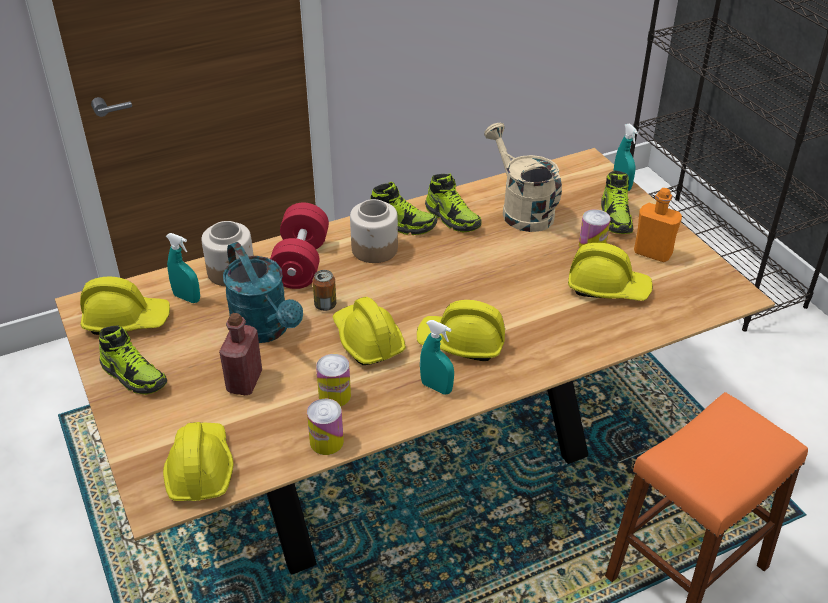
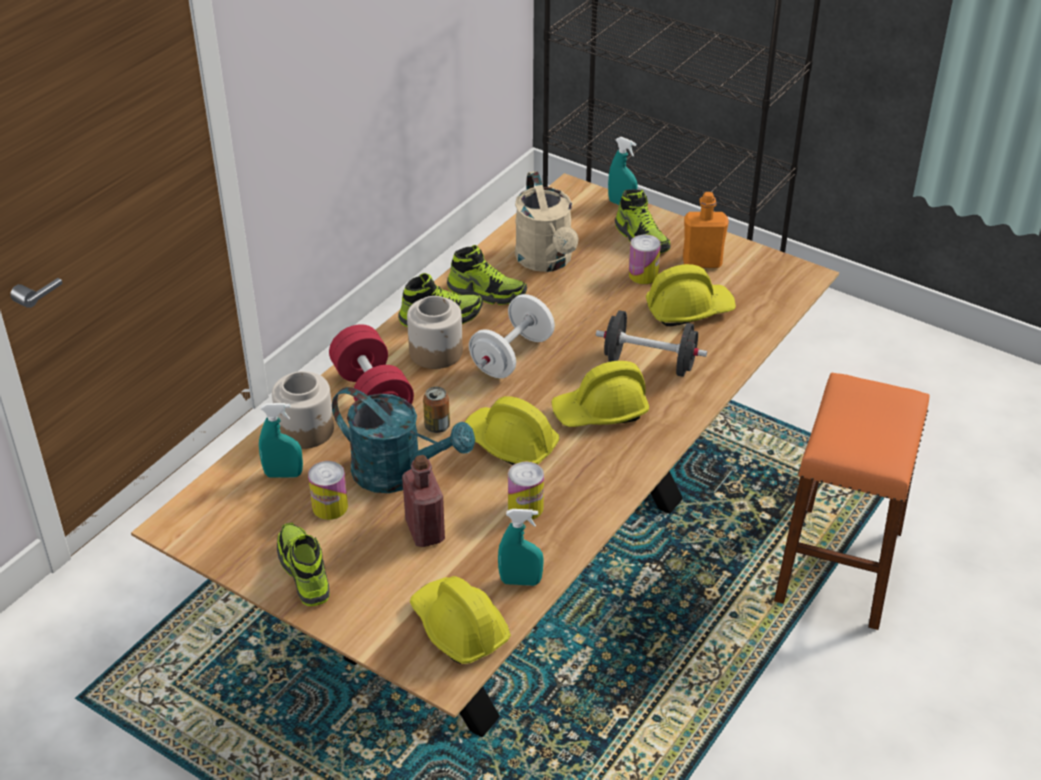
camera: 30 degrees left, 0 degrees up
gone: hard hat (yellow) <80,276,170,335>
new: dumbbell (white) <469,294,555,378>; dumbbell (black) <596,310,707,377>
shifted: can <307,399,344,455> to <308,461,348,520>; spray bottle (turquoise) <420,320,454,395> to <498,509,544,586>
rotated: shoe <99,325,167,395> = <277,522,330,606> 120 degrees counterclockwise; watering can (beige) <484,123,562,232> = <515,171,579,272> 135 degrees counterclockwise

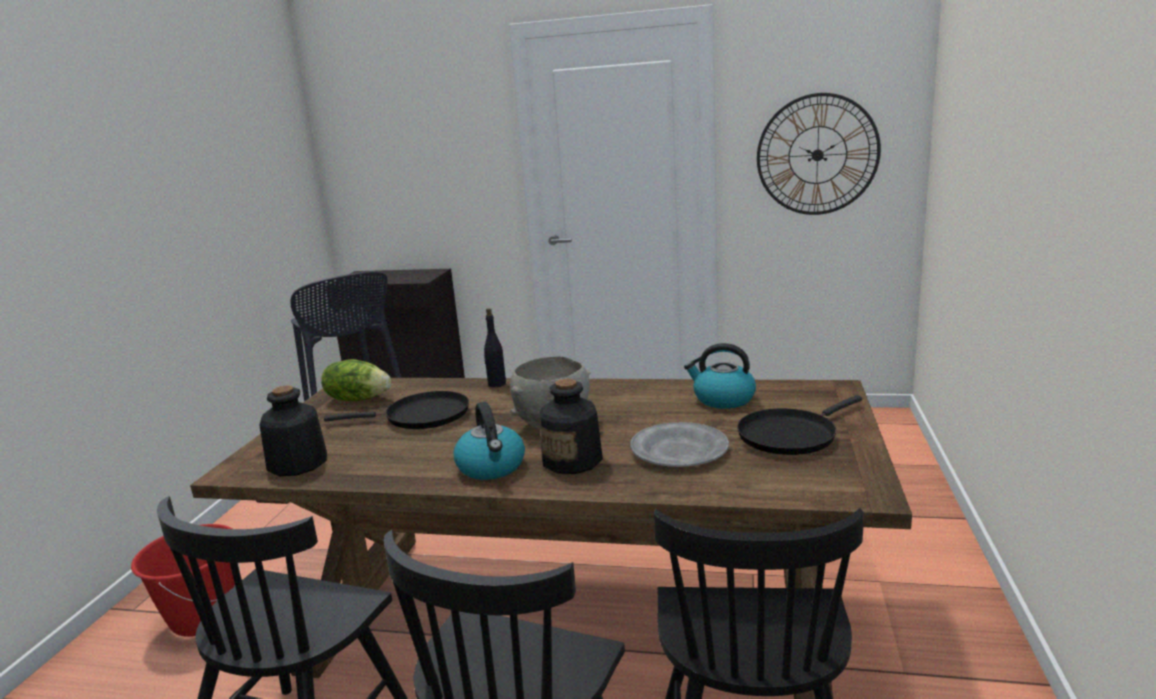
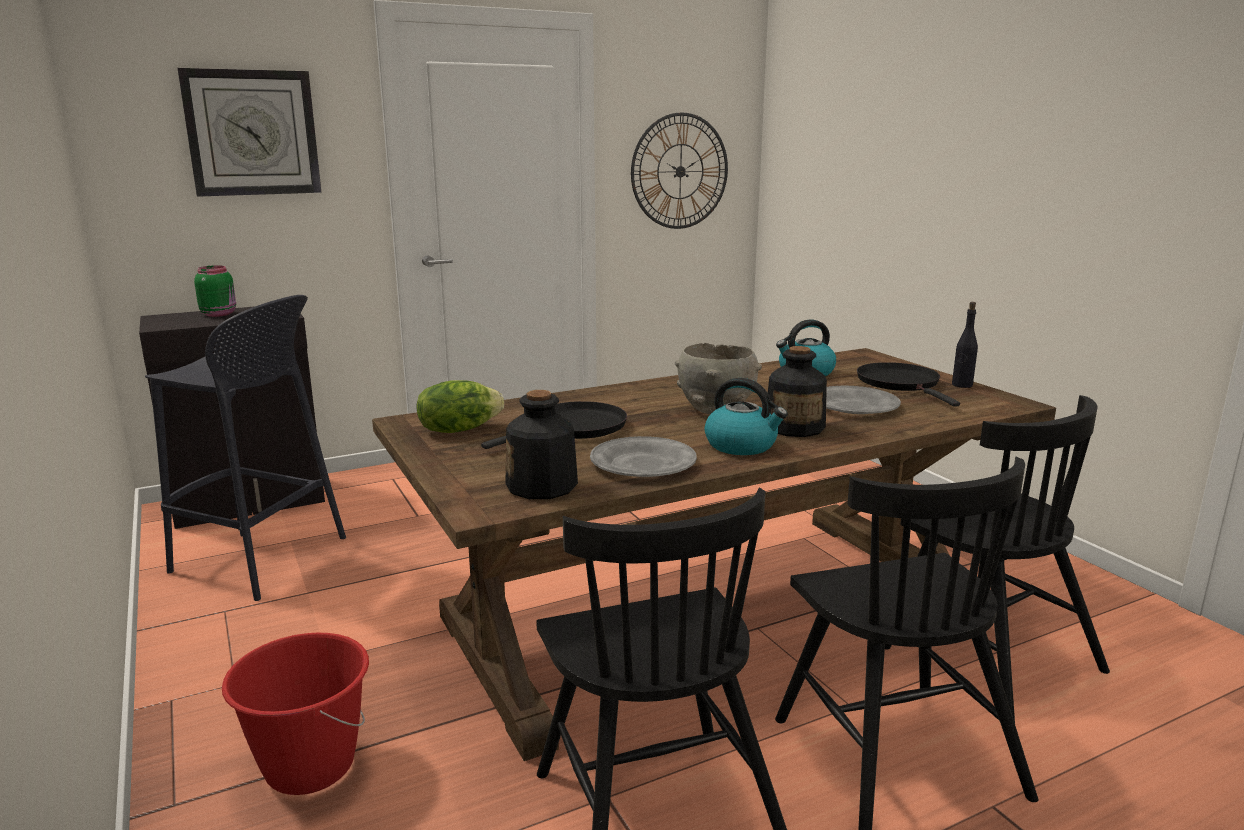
camera: 40 degrees left, 0 degrees up
new: wall clock <177,68,321,197>; jar (green) <194,265,236,317>; plate (grey) <590,436,697,477>
shifted: bottle (black) <484,308,506,387> to <952,302,978,388>
rotated: frying pan (black) <737,395,862,455> = <857,362,960,407> 150 degrees clockwise

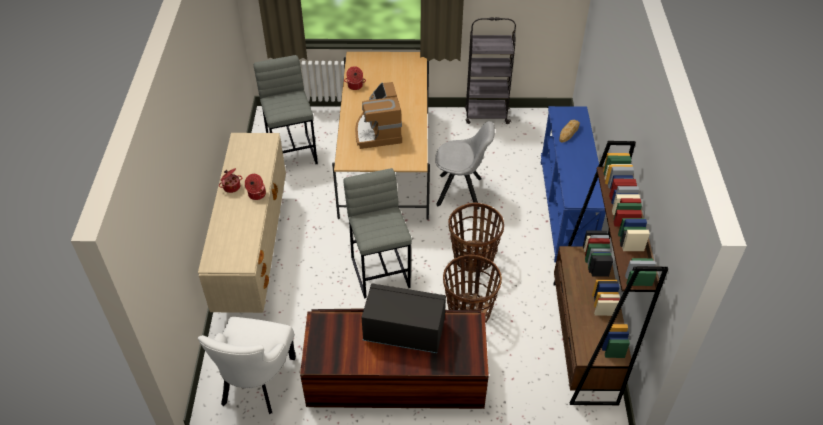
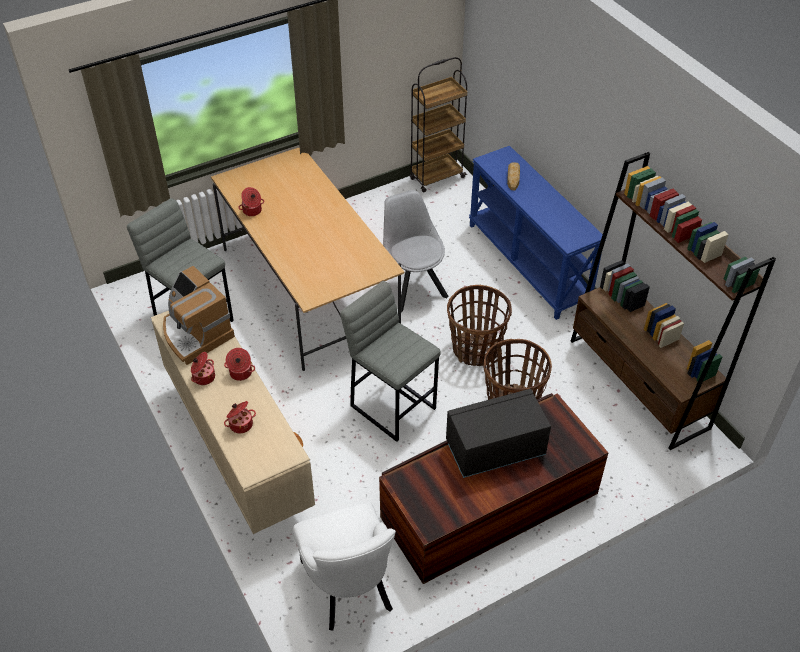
camera: 30 degrees left, 0 degrees up
gone: cart (grey) <465,17,516,124>
new: cooking pot <224,401,256,433>; cart (brown) <409,57,467,193>
shifted: coffee machine <355,82,402,149> to <163,266,235,365>
rotated: chair (grey) <435,121,495,210> = <383,190,448,313> 90 degrees counterclockwise

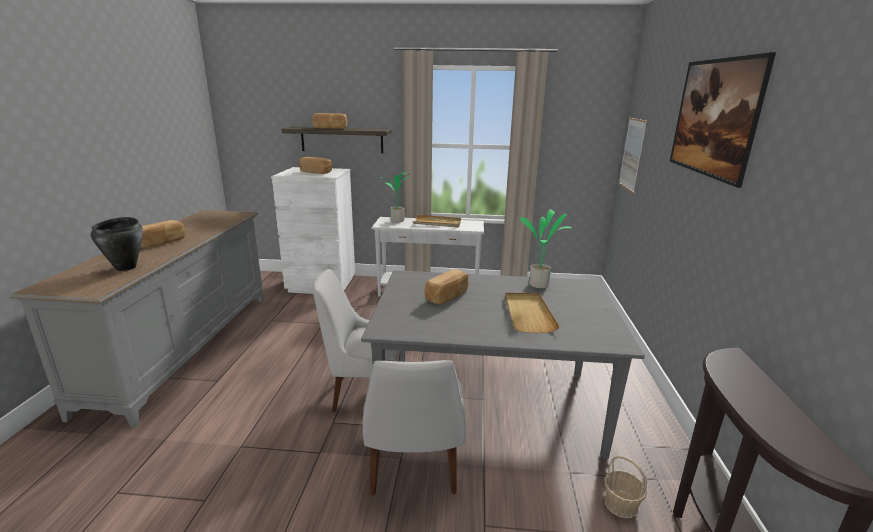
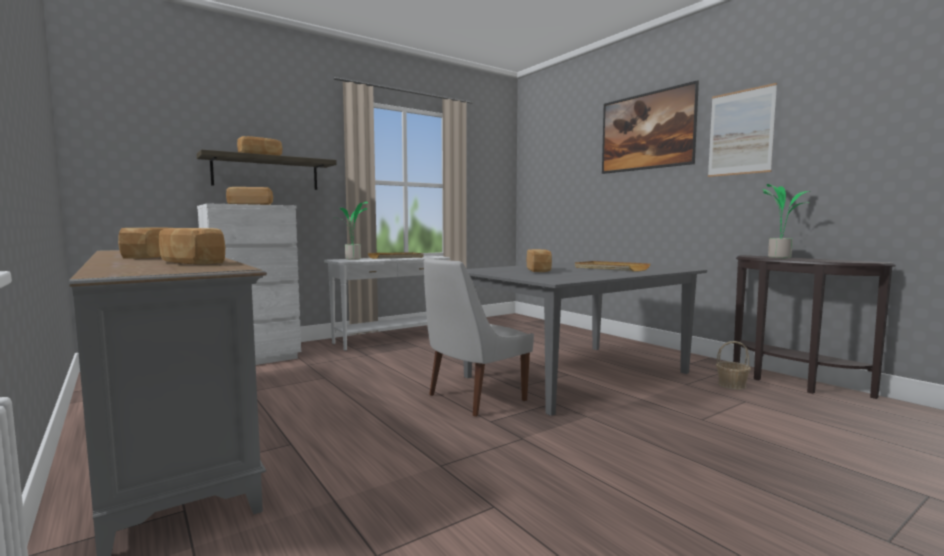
camera: 40 degrees left, 15 degrees down
gone: chair (white) <363,360,466,496>
shifted: picture <619,118,647,194> to <708,83,777,177>; potted plant <520,209,571,288> to <762,184,811,258>
swapped: cooking pot (black) <91,217,143,271> to bread <159,228,225,265>

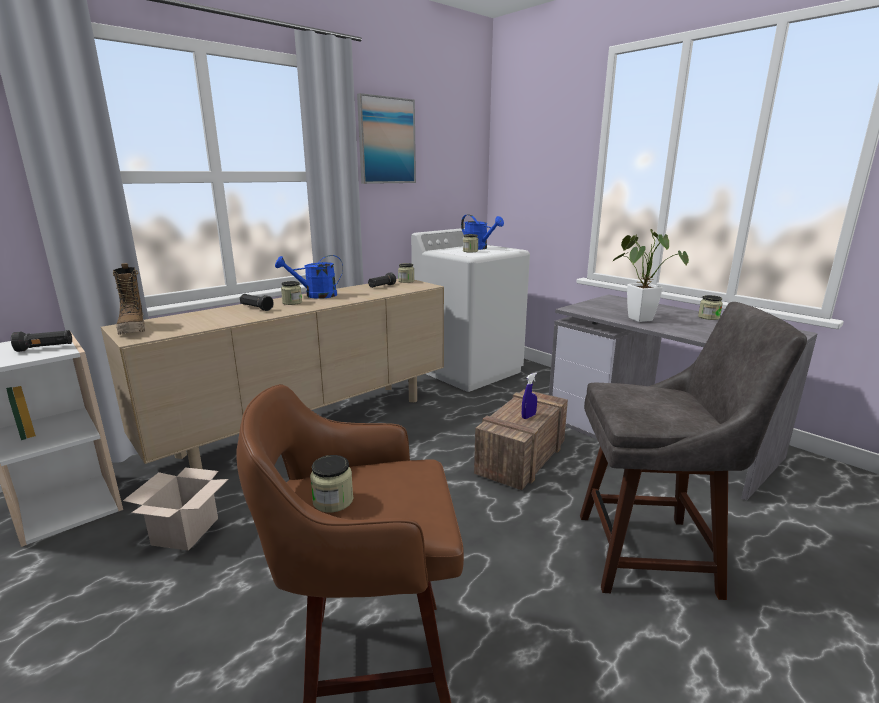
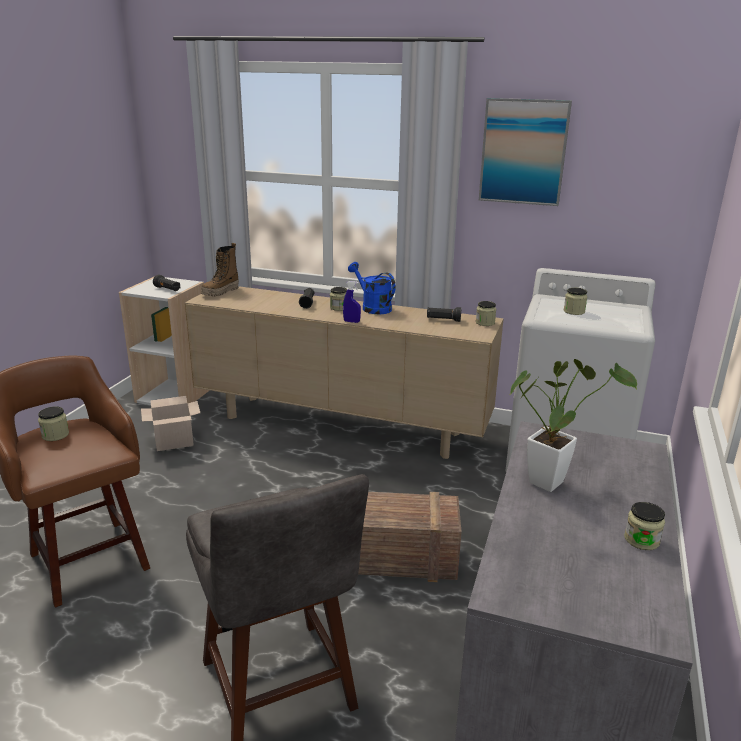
camera: 60 degrees right, 5 degrees up
gone: watering can (blue) <461,215,504,250>
shifted: spray bottle (blue) <522,373,537,419> to <343,281,361,323>

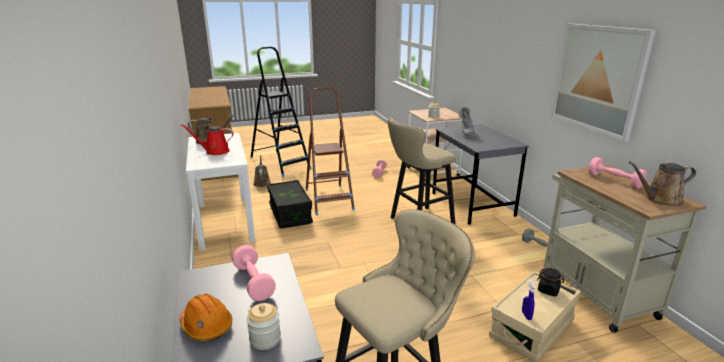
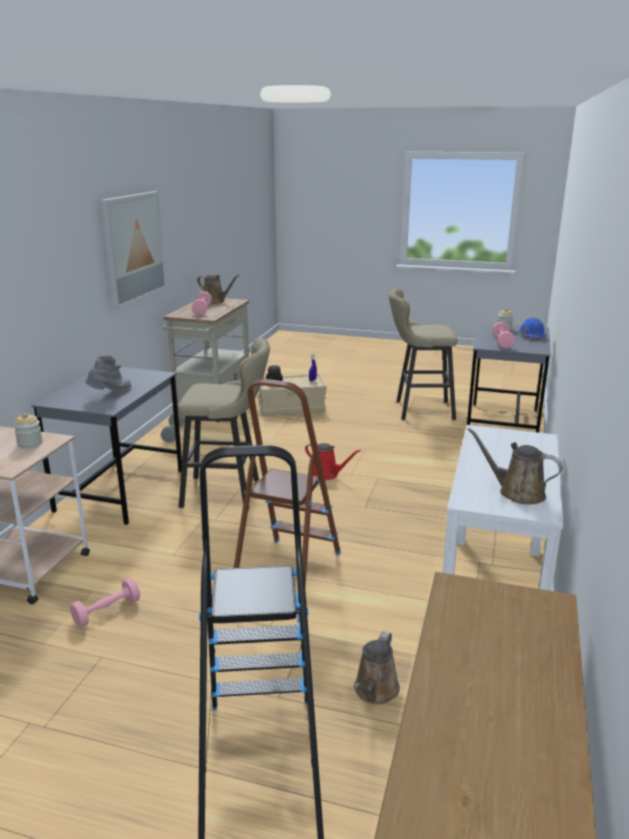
camera: 145 degrees left, 0 degrees up
gone: storage box (black) <267,180,313,229>
shifted: watering can (red) <181,124,233,155> to <305,443,361,480>
repainted: hard hat (orange) <180,294,232,341> to hard hat (blue) <519,318,547,338>

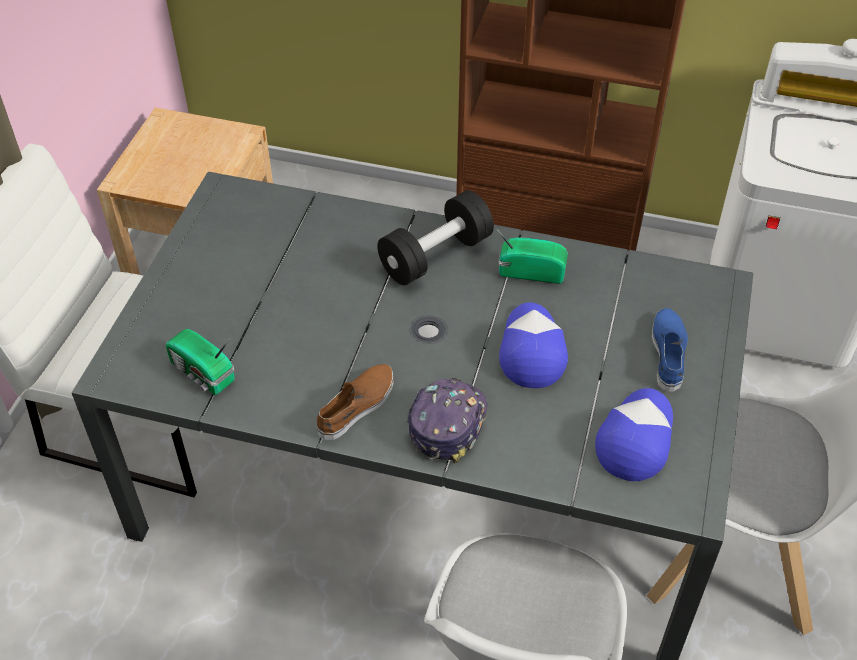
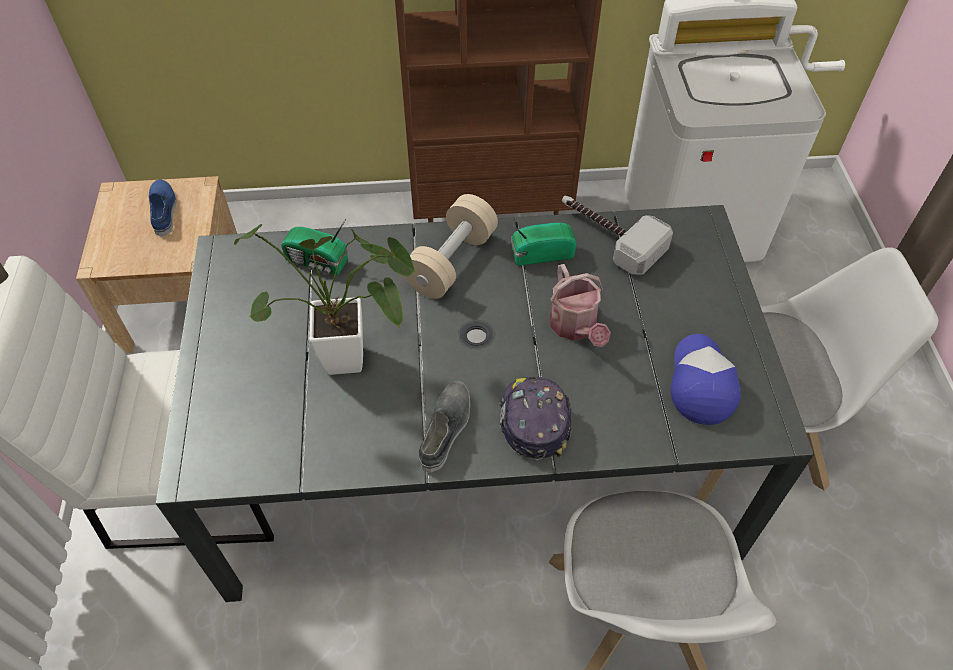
camera: 20 degrees left, 5 degrees up
new: potted plant <234,224,417,375>; hammer <562,196,673,275>
shifted: shoe (blue) <652,308,688,392> to <149,180,177,236>; radio <166,329,235,395> to <281,219,348,275>
swapped: cap <499,302,568,388> to watering can <550,264,611,347>
repainted: dumbbell (black) <377,191,494,285> to dumbbell (beige) <404,194,498,299>; shoe (brown) <317,364,394,440> to shoe (grey) <419,381,470,472>

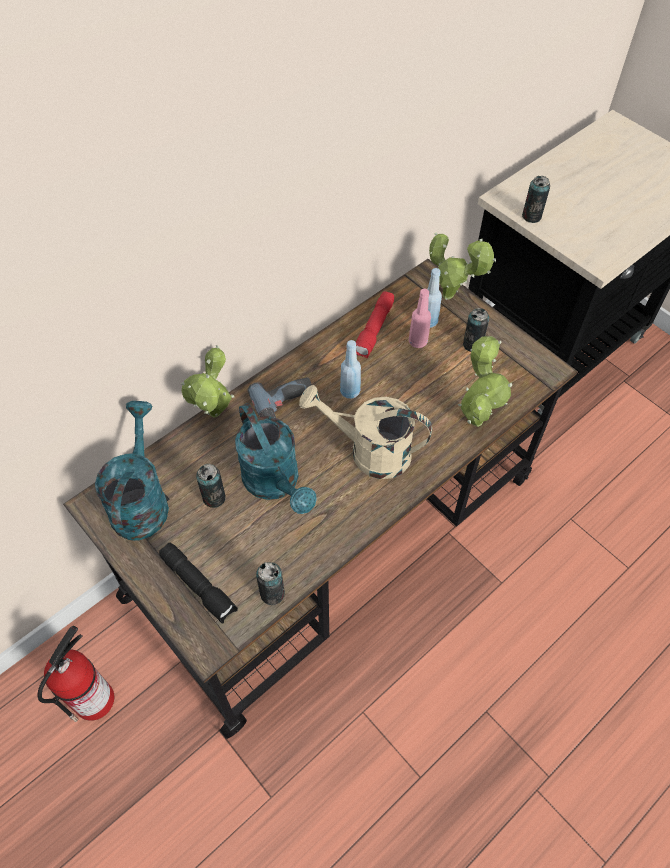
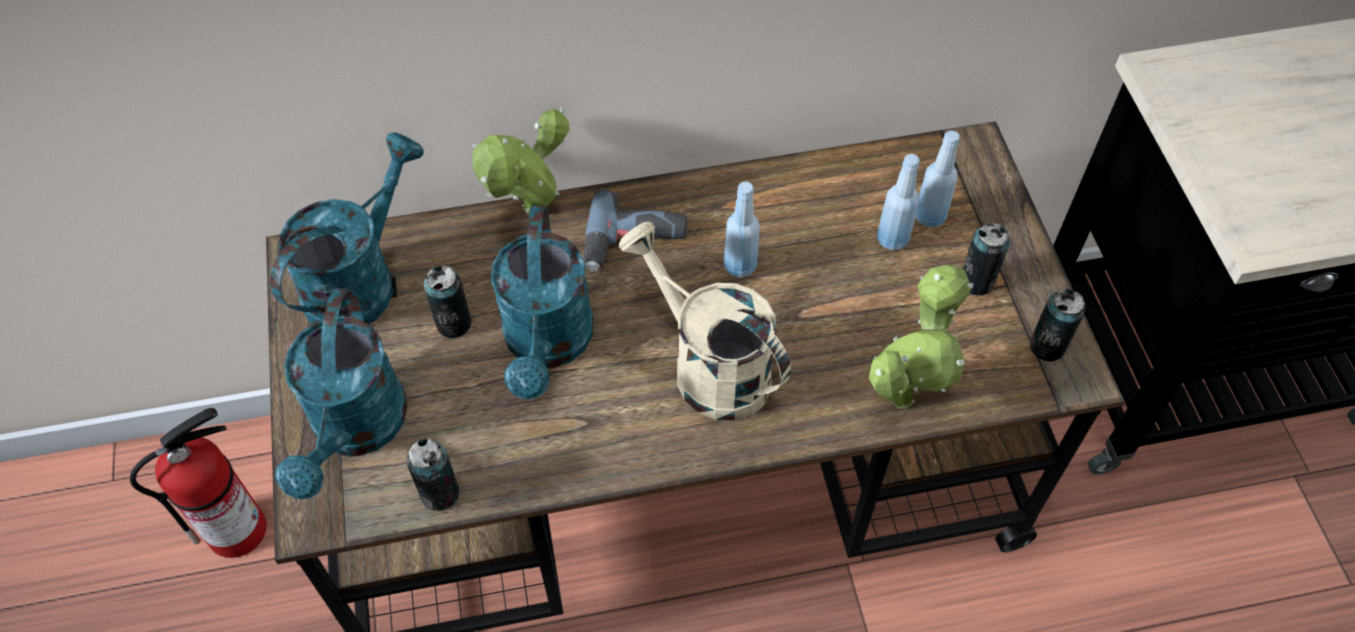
camera: 30 degrees right, 0 degrees up
gone: flashlight (red) <356,291,394,358>; potted plant <429,232,496,300>
shifted: can <522,176,550,223> to <1030,289,1085,361>
swapped: flashlight (black) <159,543,238,624> to watering can (turquoise) <275,289,408,500>
repainted: bottle (pink) <409,289,431,348> to bottle (blue) <877,154,920,250>

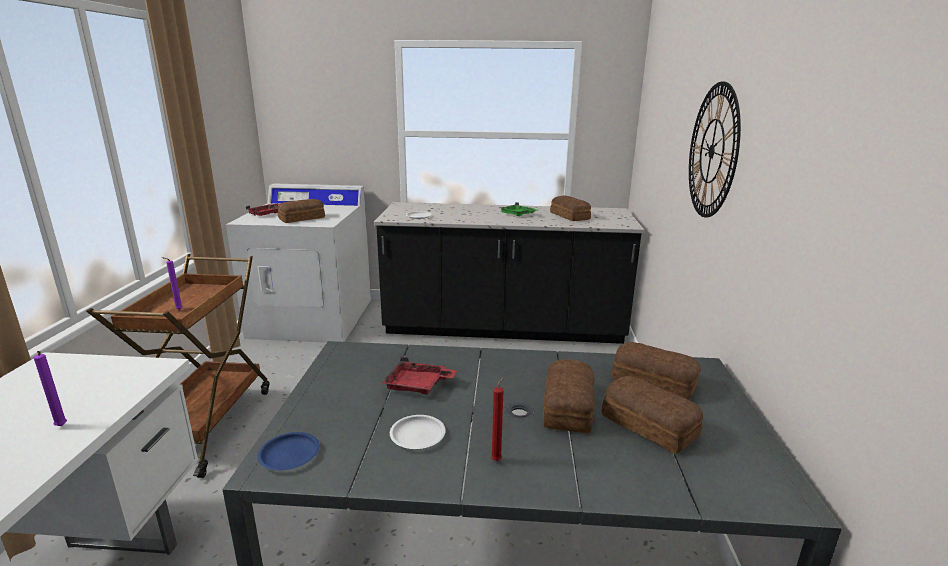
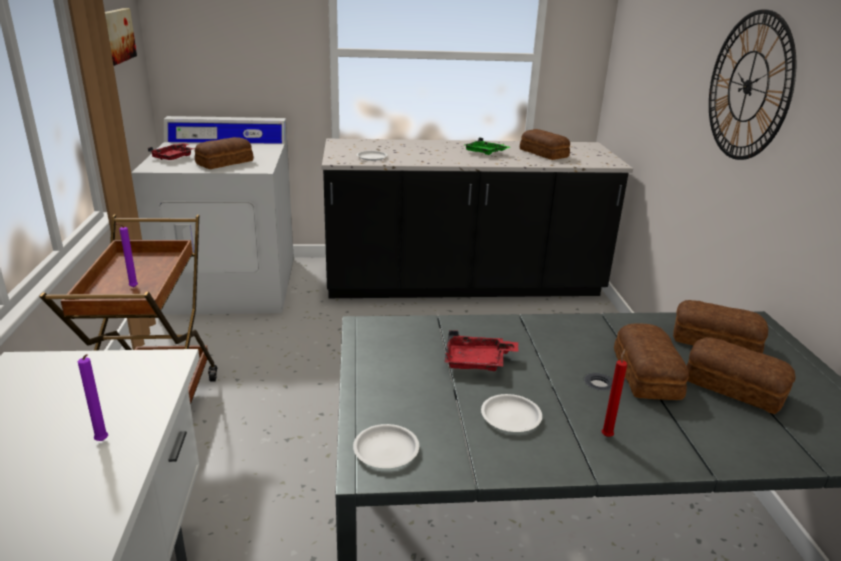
camera: 10 degrees left, 5 degrees up
new: picture <105,8,137,66>
repainted: plate (blue) <258,432,320,471> to plate (white) <353,424,419,468>

